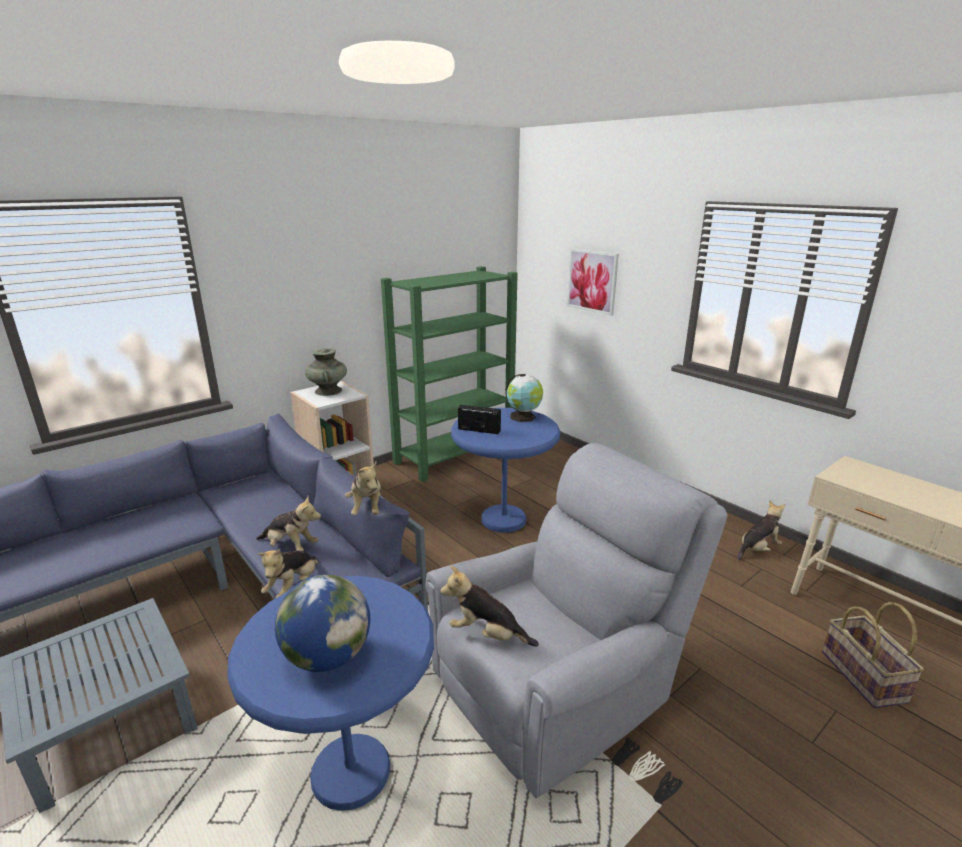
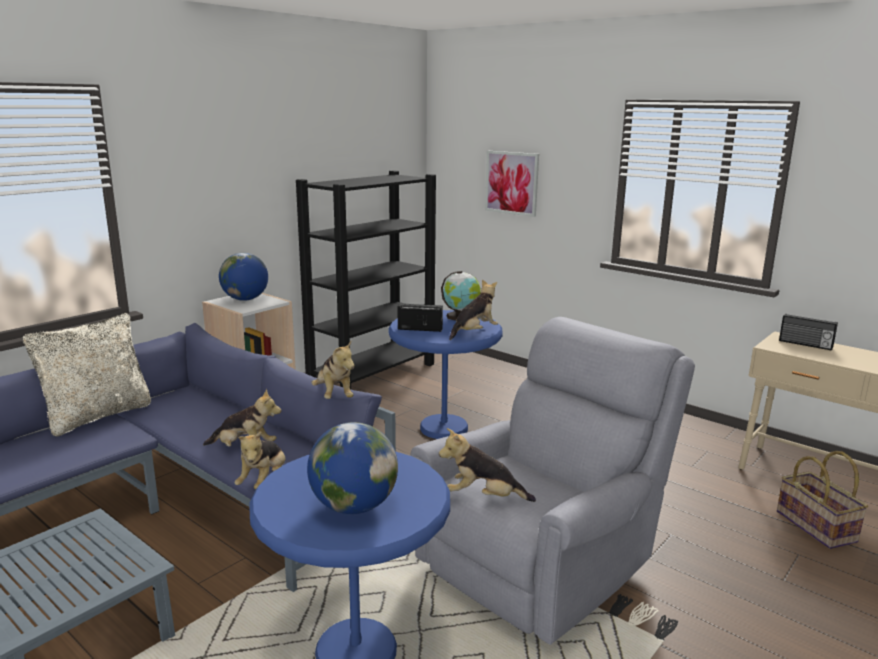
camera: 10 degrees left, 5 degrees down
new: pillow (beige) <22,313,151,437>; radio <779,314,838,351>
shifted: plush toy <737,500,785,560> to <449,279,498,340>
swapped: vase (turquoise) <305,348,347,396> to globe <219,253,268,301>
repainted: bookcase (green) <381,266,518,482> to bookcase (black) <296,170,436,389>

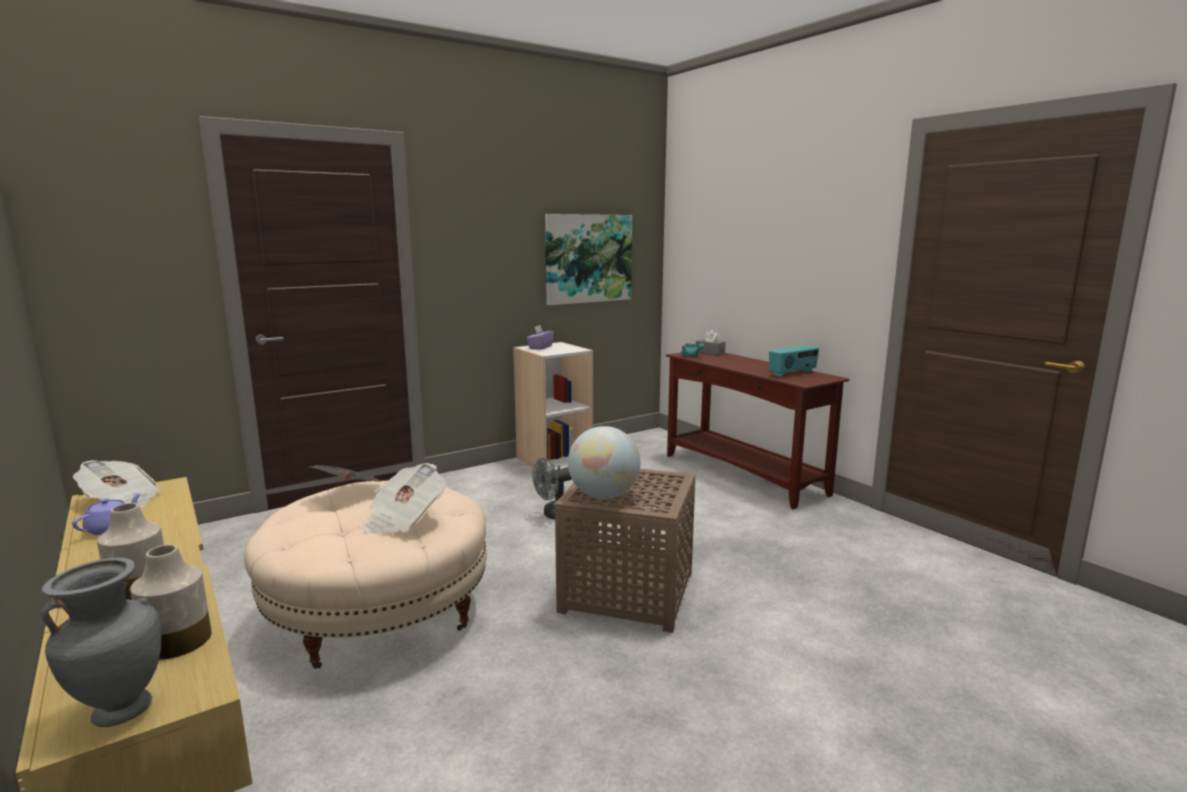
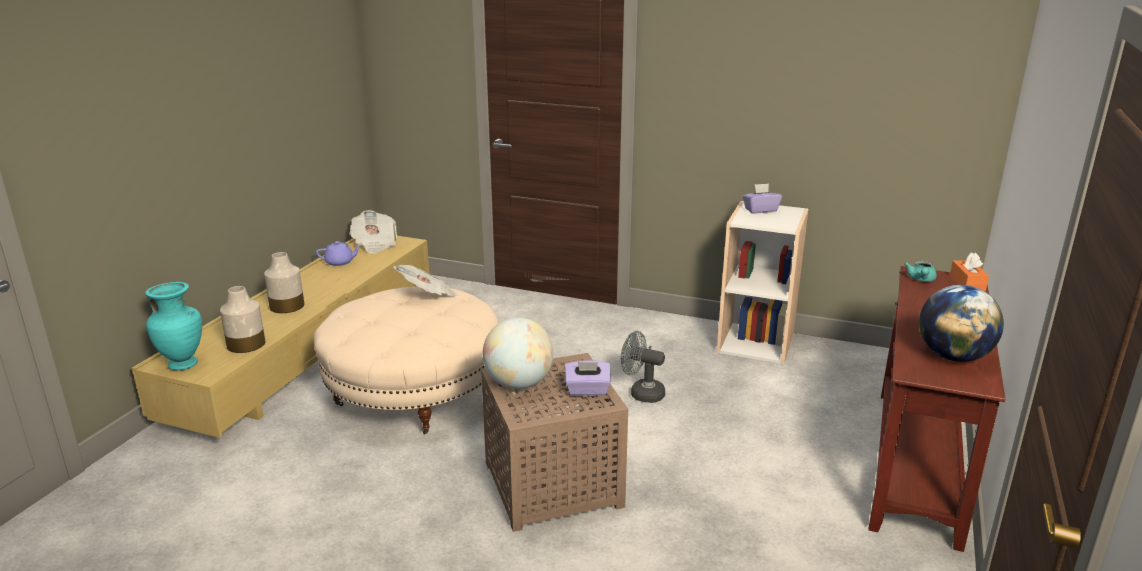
camera: 55 degrees right, 10 degrees up
gone: newspaper <363,463,446,534>; picture <545,214,632,305>
new: tissue box (purple) <565,360,611,396>
swapped: radio <769,345,819,377> to globe <919,285,1004,362>
repainted: vase (grey) <42,558,161,727> to vase (turquoise) <145,282,202,370>; tissue box (grey) <696,330,726,355> to tissue box (orange) <950,252,989,291>

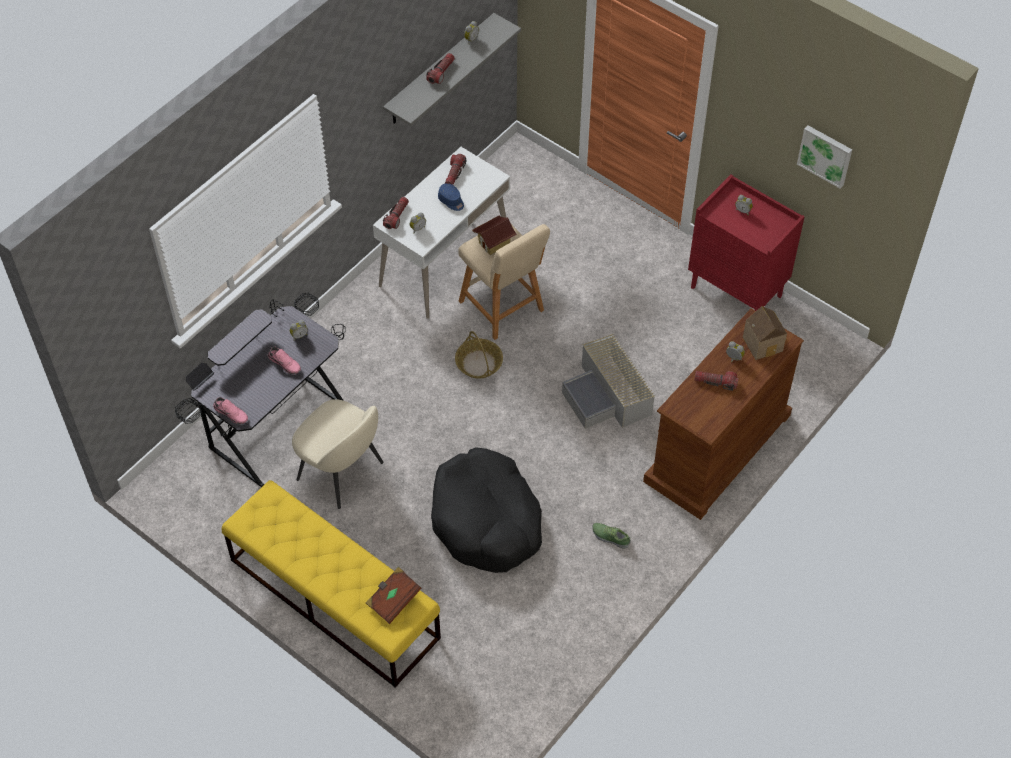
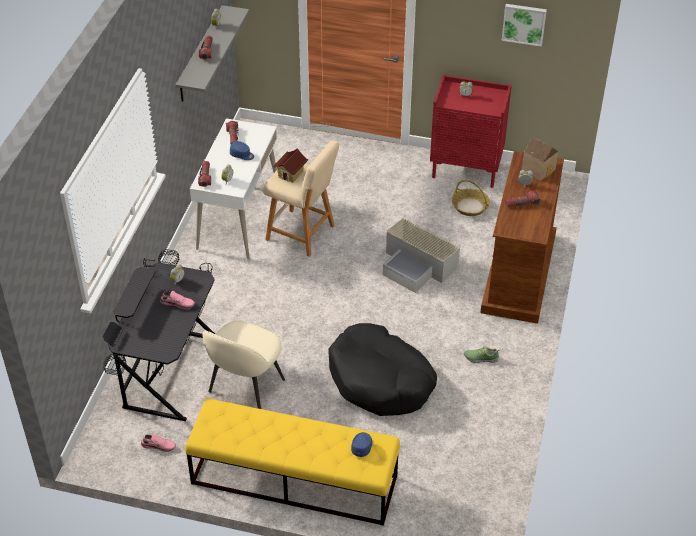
camera: 25 degrees left, 10 degrees down
shifted: shoe (pink) <213,397,248,424> to <141,434,176,452>; basket <455,331,503,379> to <452,180,490,216>
swapped: book (brown) <366,567,422,624> to cap (blue) <351,432,372,457>
rotated: chair (beige) <292,399,383,509> = <202,320,285,409> 105 degrees clockwise

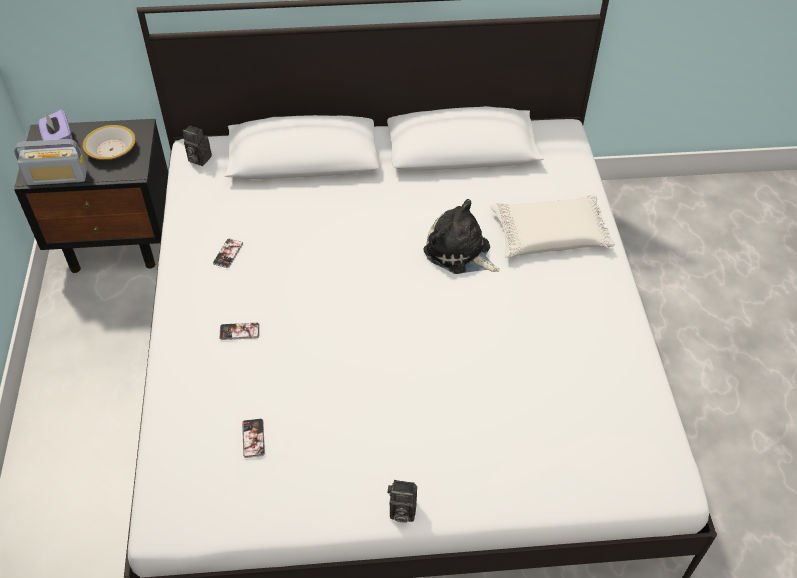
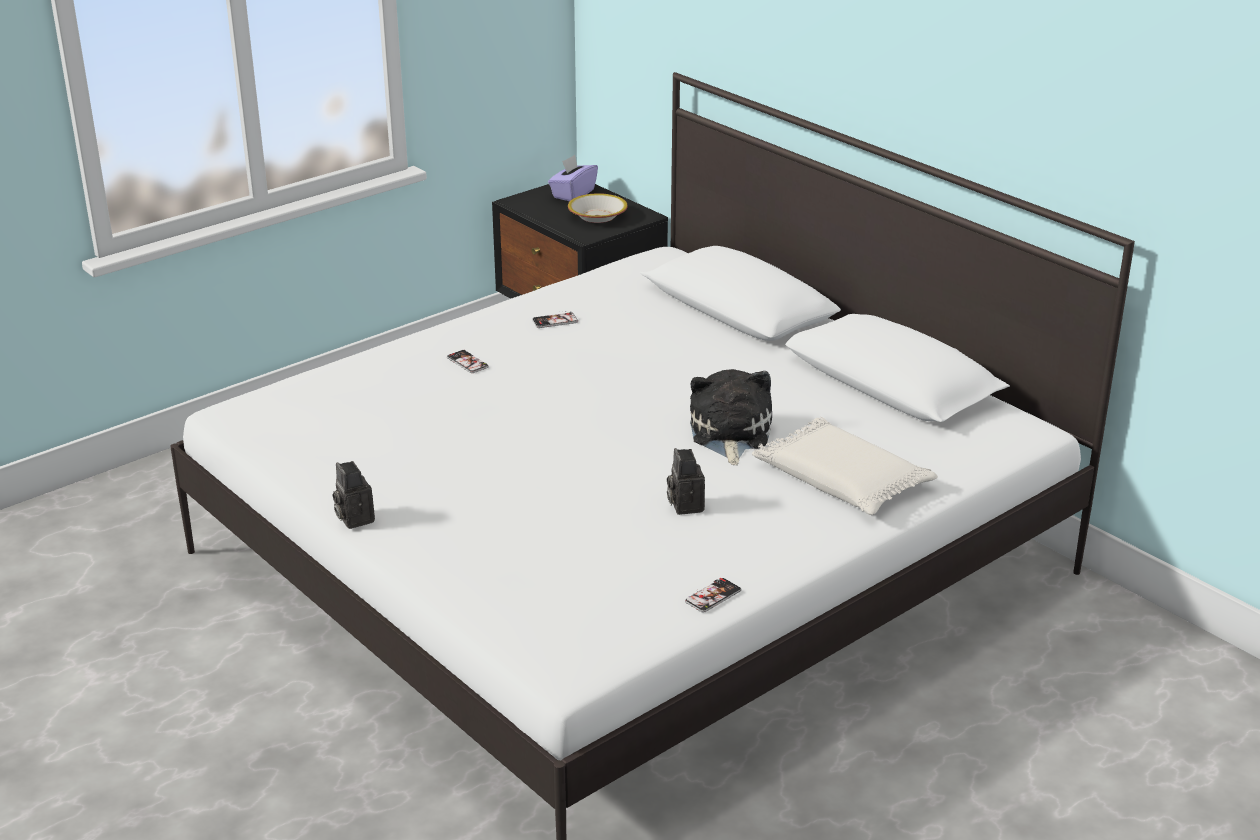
camera: 55 degrees right, 20 degrees down
gone: radio <14,139,87,185>
shifted: photo camera <183,125,212,166> to <667,448,705,515>; phone <242,418,265,458> to <685,578,741,613>

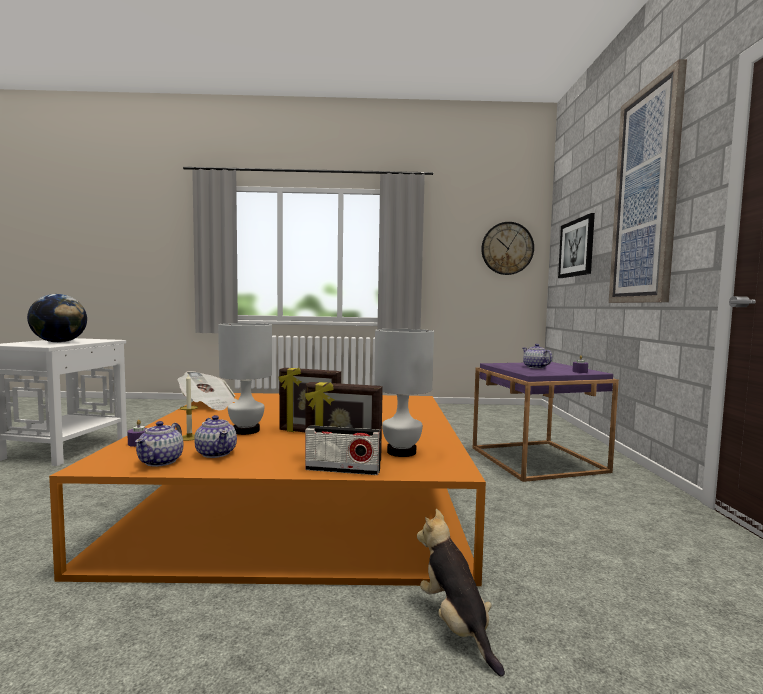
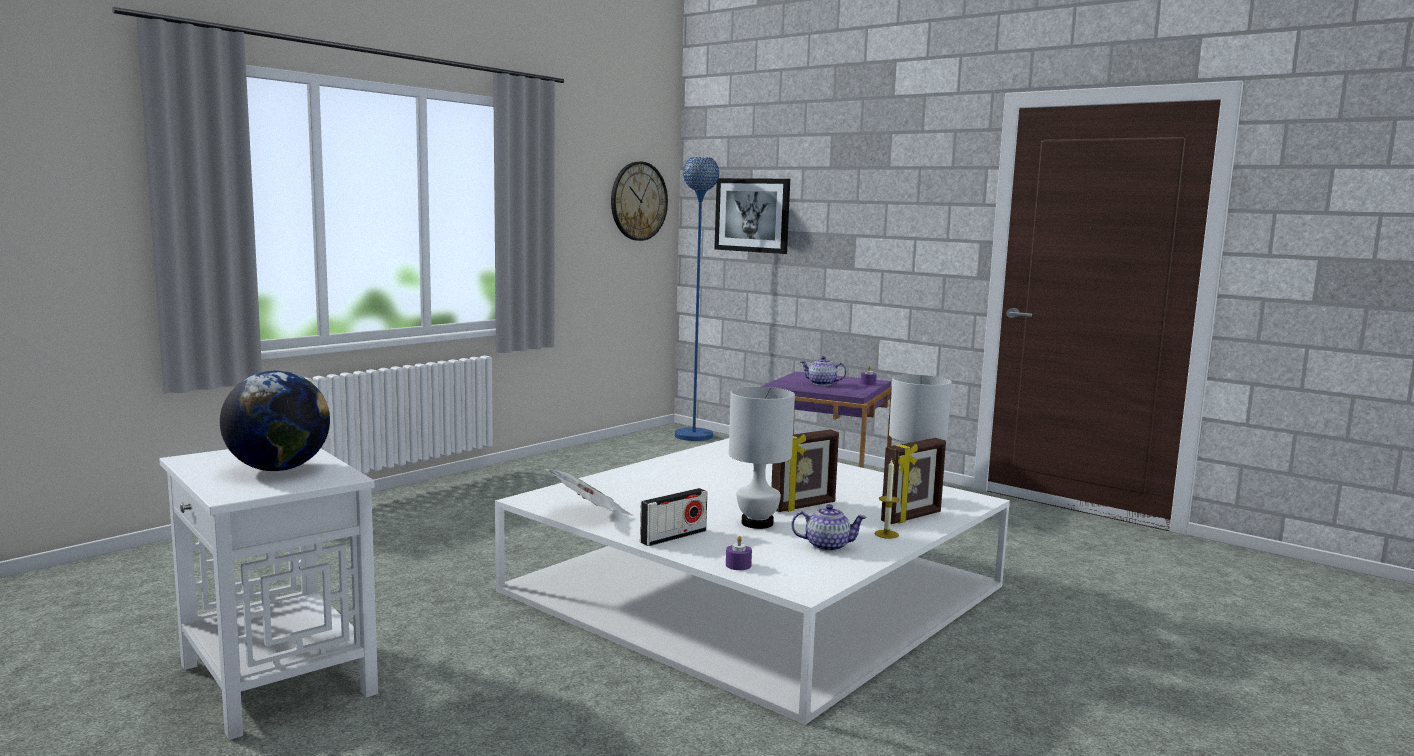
camera: 50 degrees left, 5 degrees up
gone: teapot <135,421,183,467>; plush toy <417,509,505,677>; picture <609,59,687,303>
new: floor lamp (blue) <675,157,719,441>
shifted: radio <305,425,381,475> to <640,488,707,546>; candle <180,374,198,441> to <875,460,900,539>
repainted: coffee table (orange) <49,393,486,586> to coffee table (white) <495,438,1010,725>

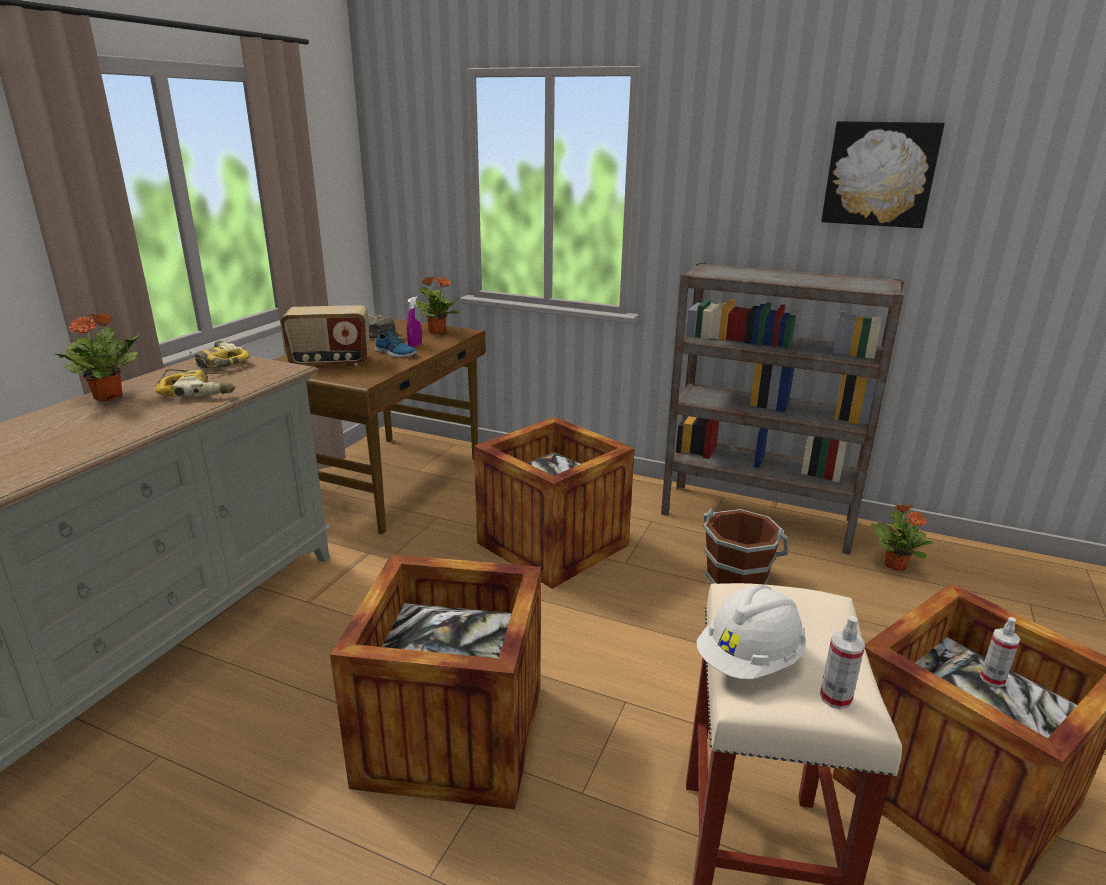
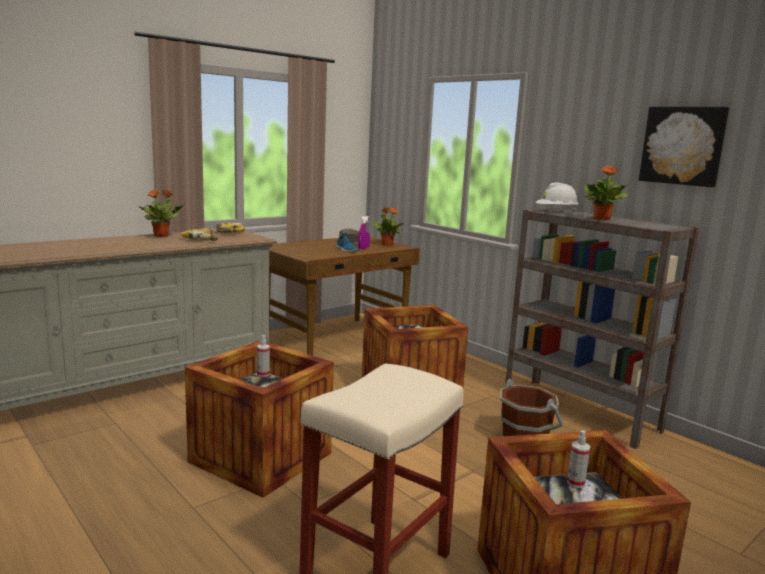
camera: 25 degrees right, 10 degrees down
gone: radio <281,305,370,366>
shifted: spray bottle <820,616,865,709> to <257,335,270,377>; hard hat (white) <696,585,806,679> to <536,182,578,212>; potted plant <871,504,933,571> to <584,165,629,220>

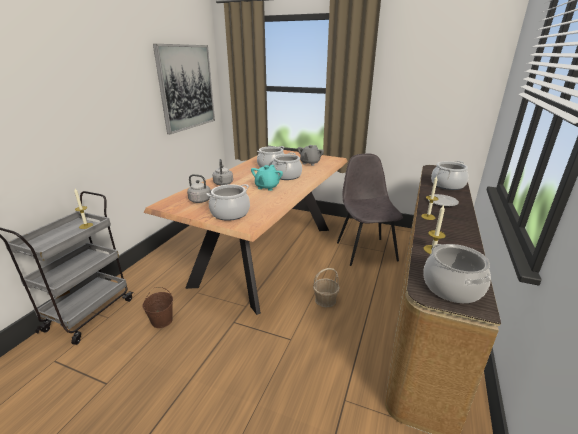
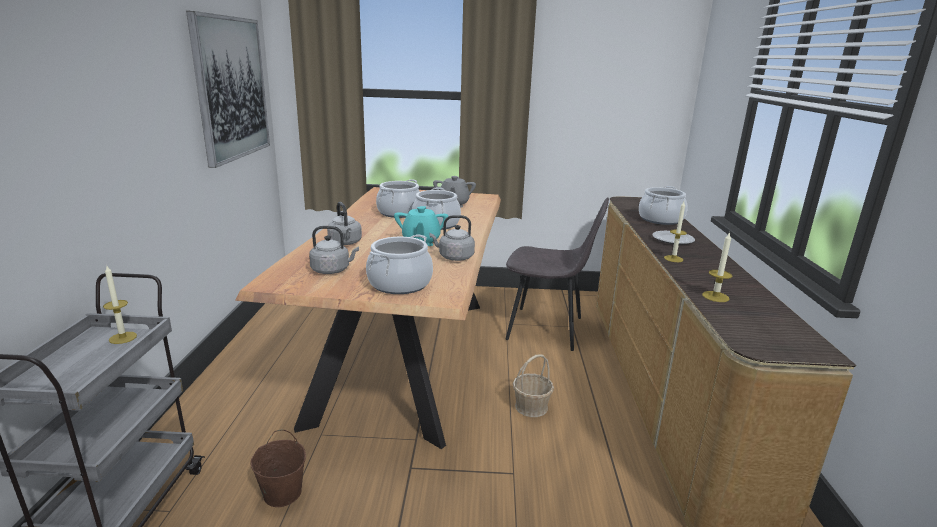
camera: 20 degrees left, 5 degrees down
gone: cooking pot <423,244,491,303>
new: kettle (grey) <430,215,475,261>
rotated: chair (grey) <337,153,403,266> = <506,197,609,351> 135 degrees clockwise

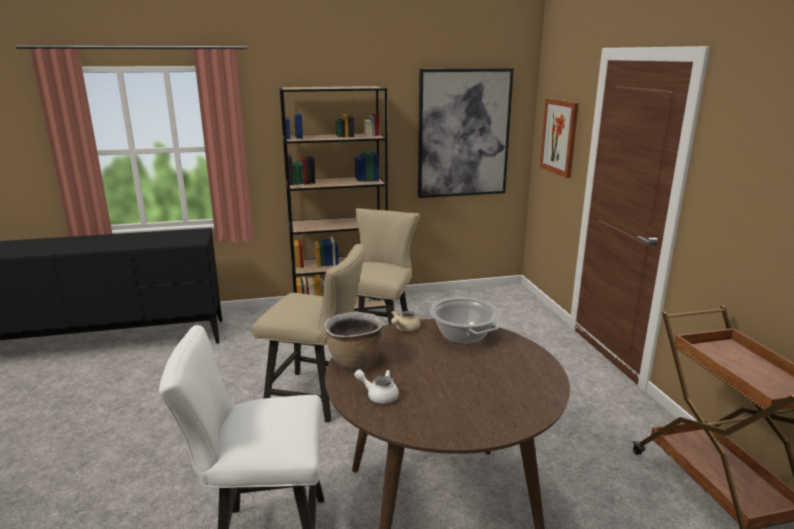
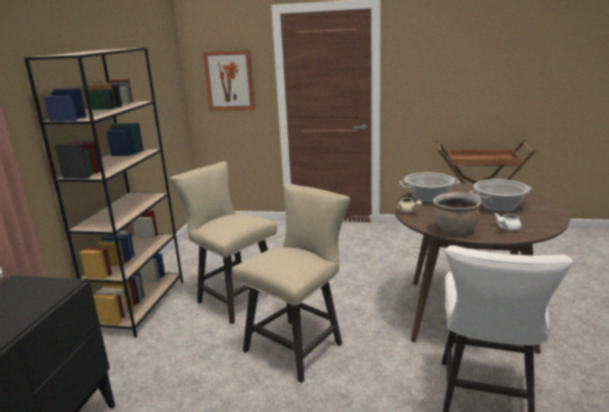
camera: 65 degrees left, 0 degrees up
gone: picture <418,68,514,198>
new: cooking pot <470,179,532,212>

